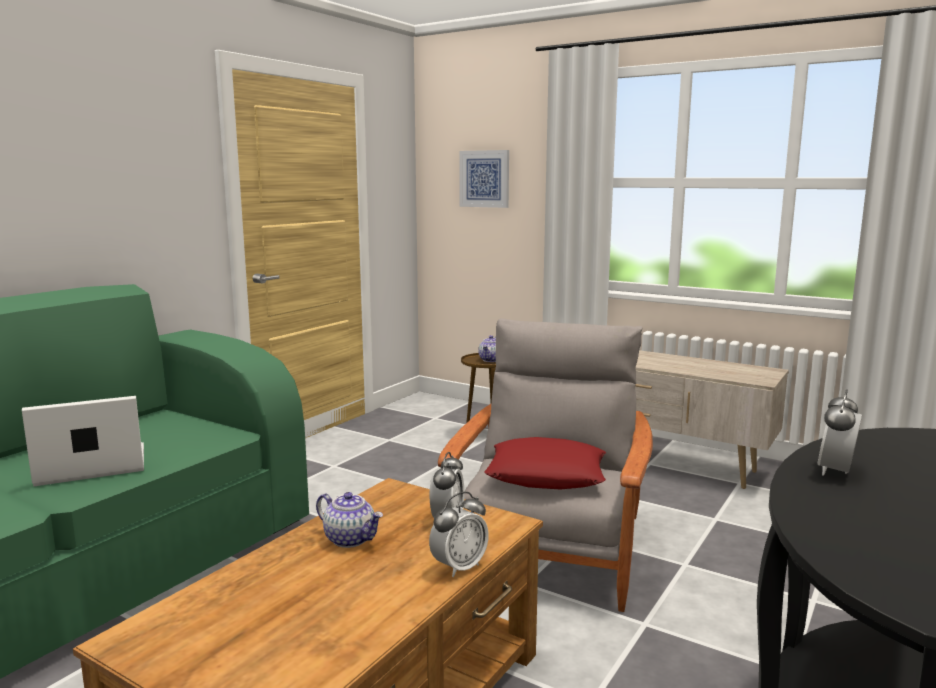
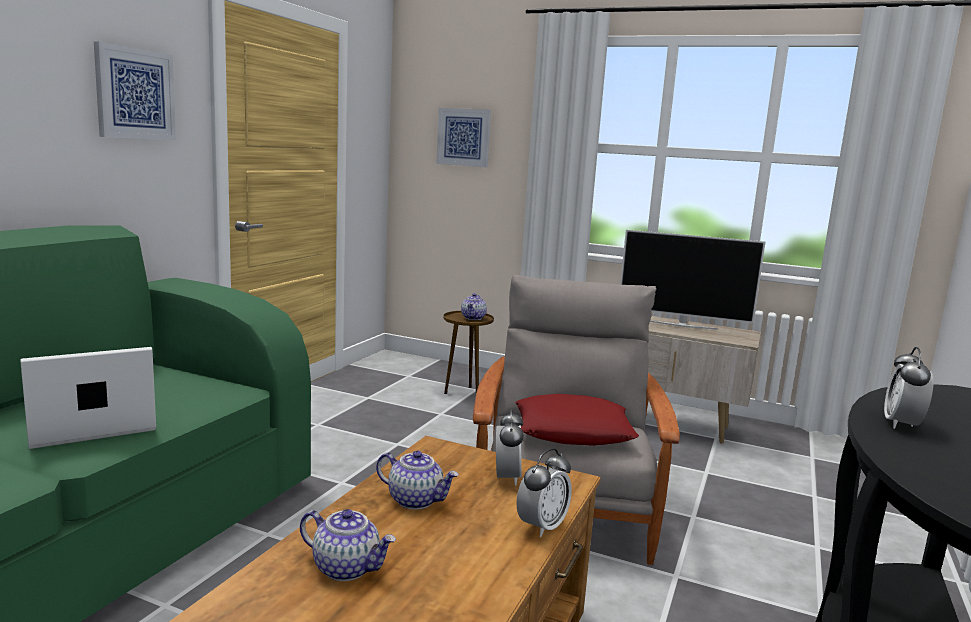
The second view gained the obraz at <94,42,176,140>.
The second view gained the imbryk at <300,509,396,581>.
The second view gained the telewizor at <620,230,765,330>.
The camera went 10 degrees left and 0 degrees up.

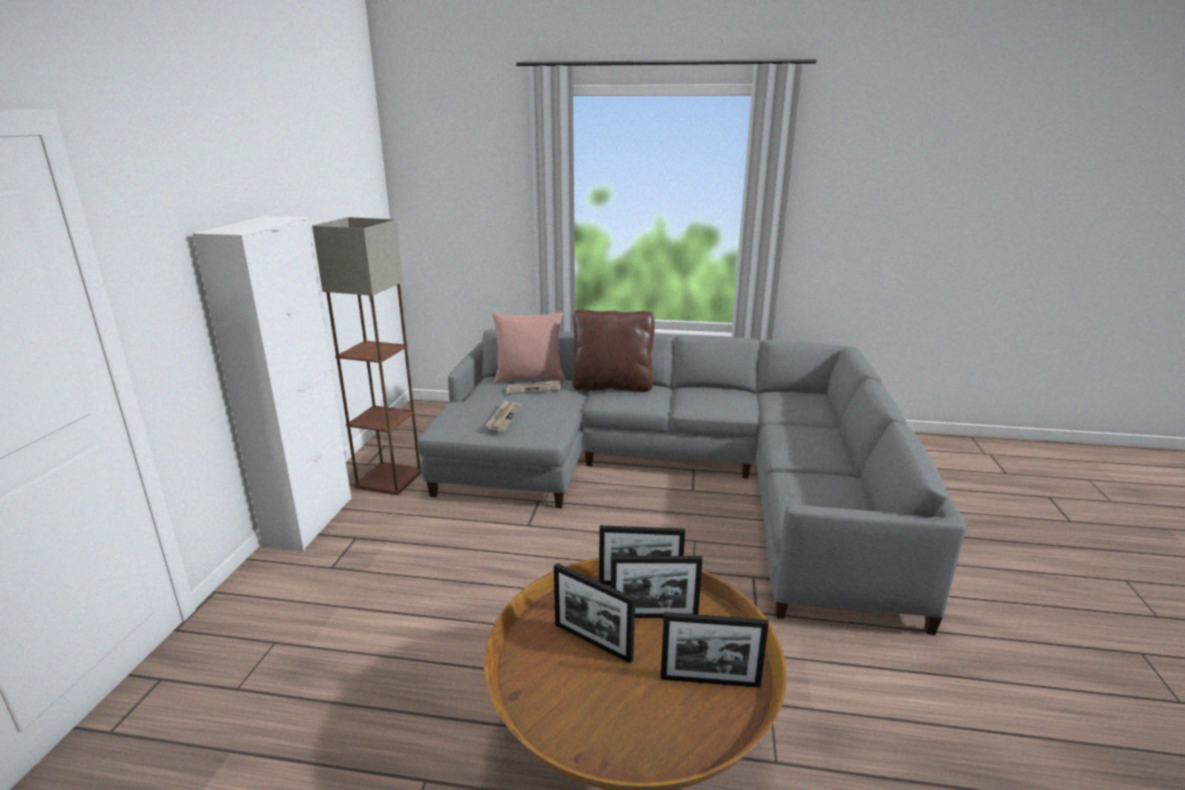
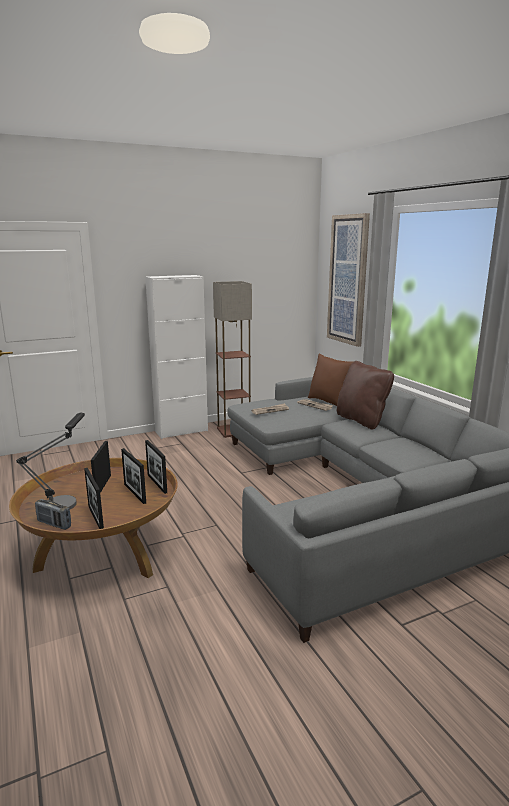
The second view gained the lampa stołowa at <16,413,85,509>.
The second view gained the radio at <35,499,71,530>.
What was the poduszka (różowy) at <492,312,565,383> turned into the poduszka (brązowy) at <308,353,353,406>.
The second view gained the obraz at <327,213,370,347>.
The camera went 55 degrees right and 5 degrees down.

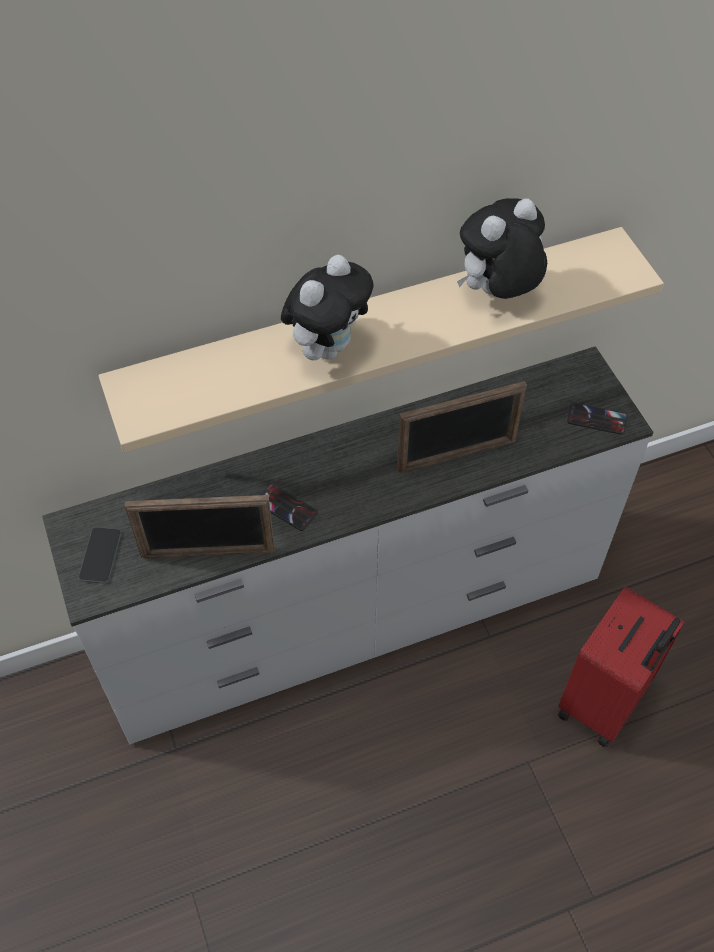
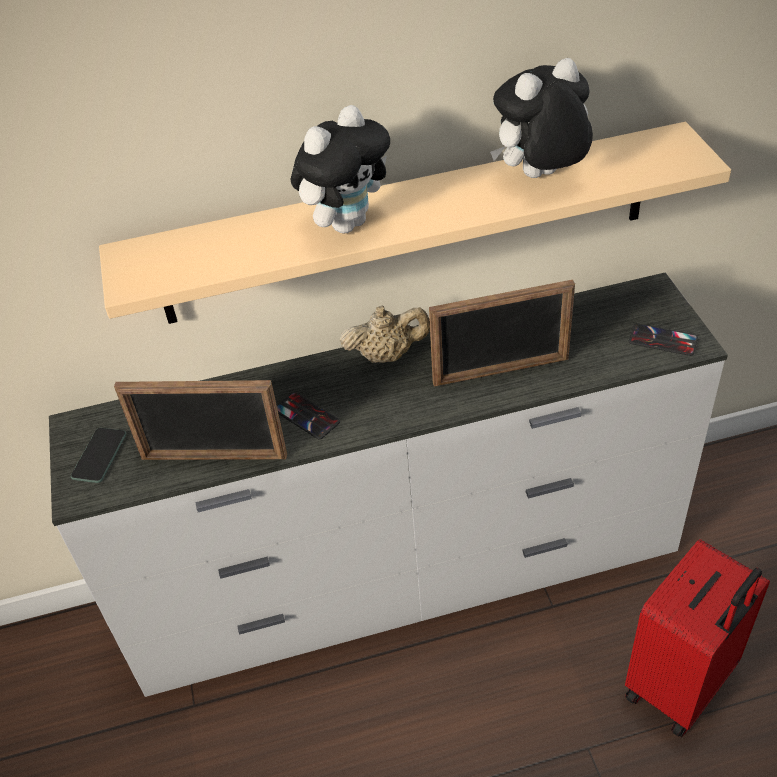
The second view gained the imbryk (beżowy) at <339,306,430,363>.
The camera went 10 degrees right and 10 degrees down.

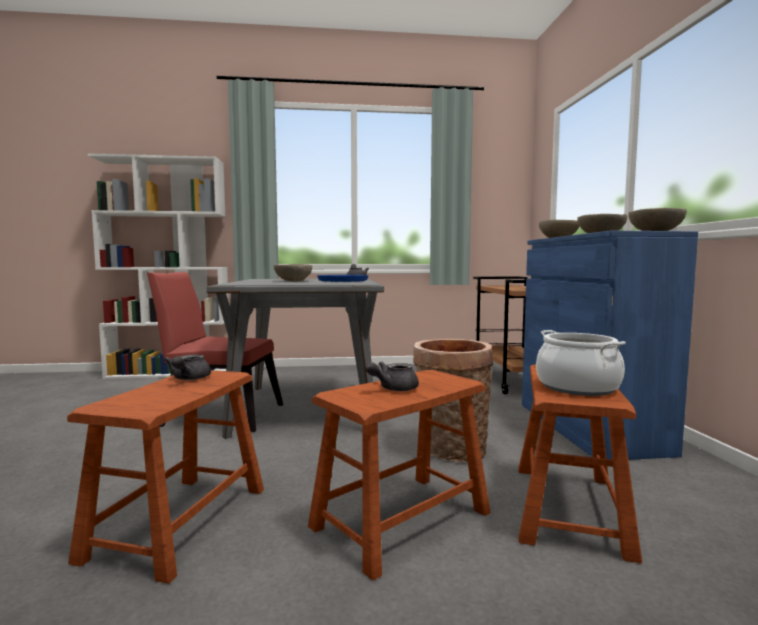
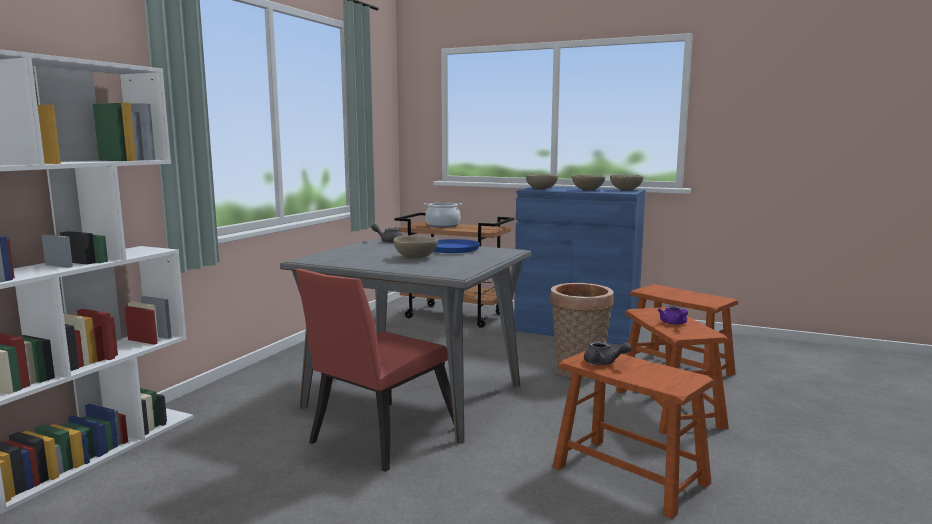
The garnek ended up elsewhere, having gone from <536,330,626,396> to <424,203,462,228>.
What was the imbryk (szary) at <366,361,419,391> turned into the imbryk (fioletowy) at <658,306,688,325>.
The camera went 60 degrees left and 5 degrees up.

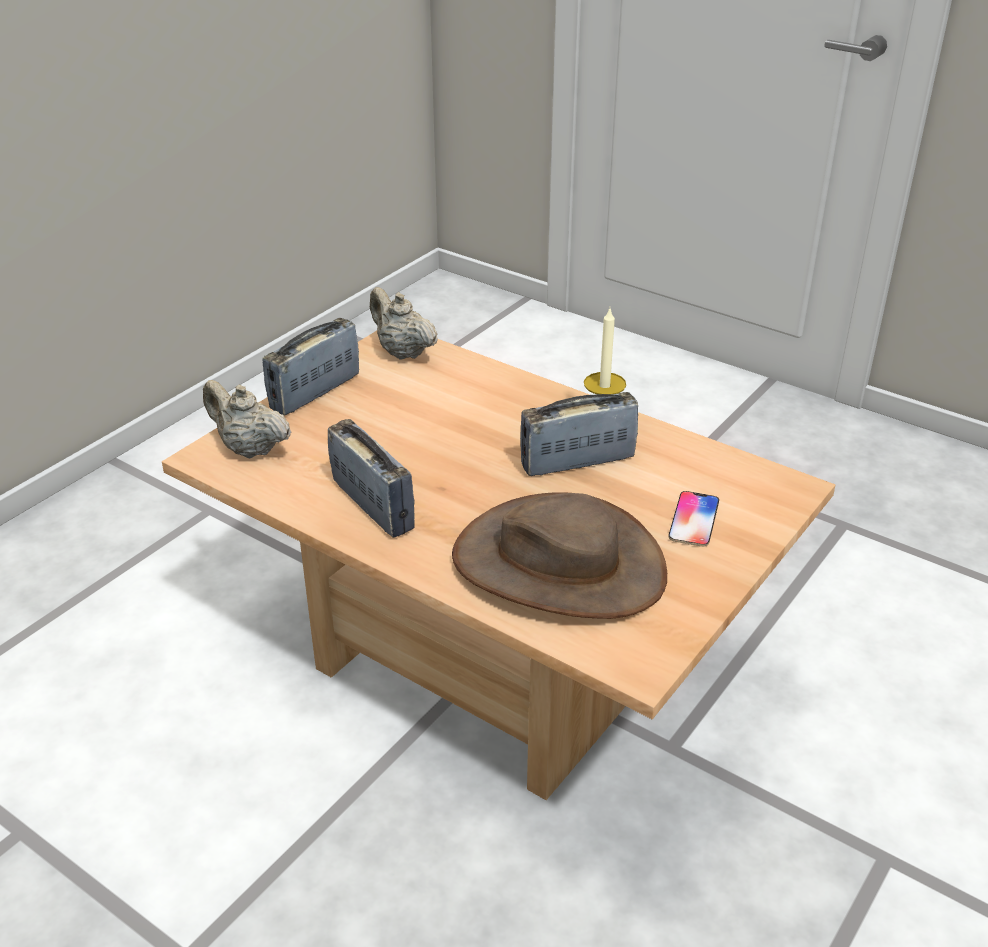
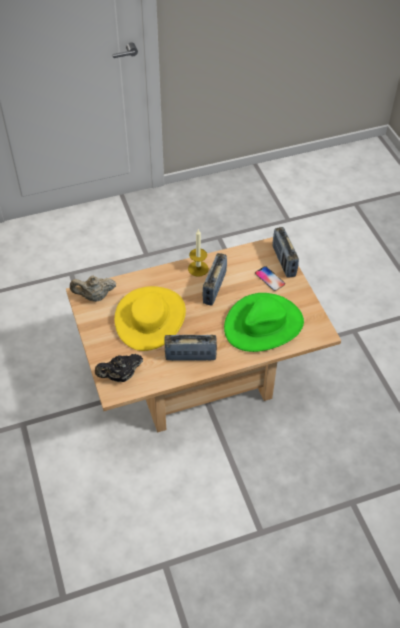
What was the imbryk (beżowy) at <203,380,291,458> turned into the imbryk (czarny) at <95,354,143,382>.
The second view gained the kapelusz (żółty) at <114,286,186,351>.
What was the kapelusz (brązowy) at <452,492,667,619> turned into the kapelusz (zielony) at <224,293,304,352>.
The radio ended up elsewhere, having gone from <263,318,359,415> to <273,227,299,278>.
The camera went 55 degrees left and 15 degrees up.

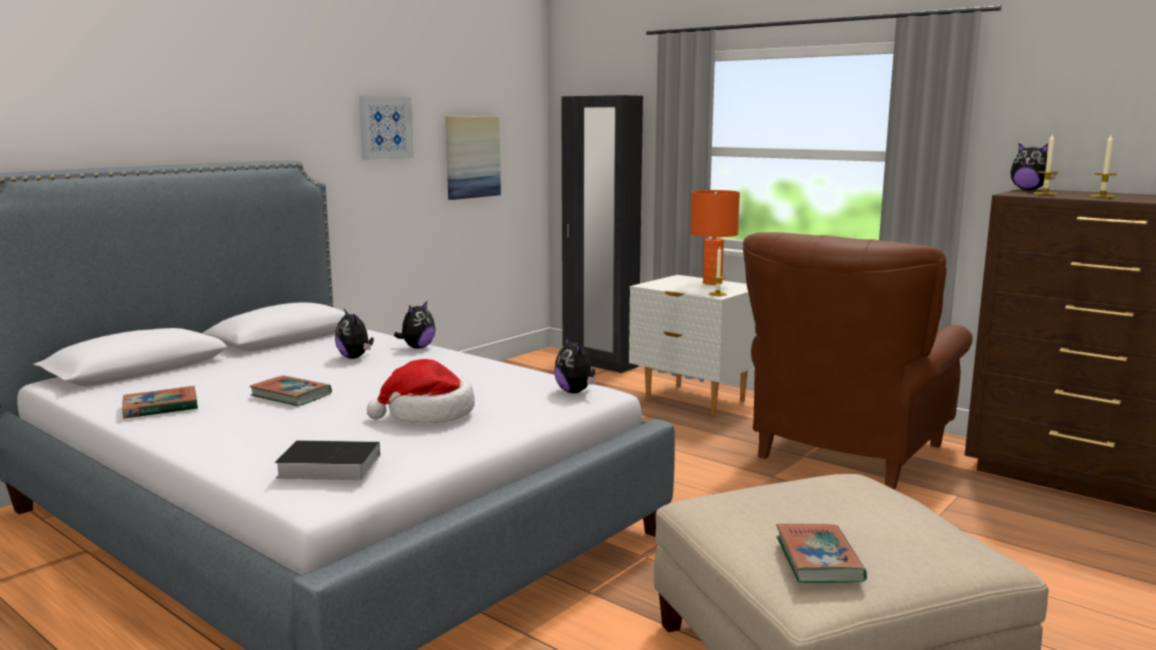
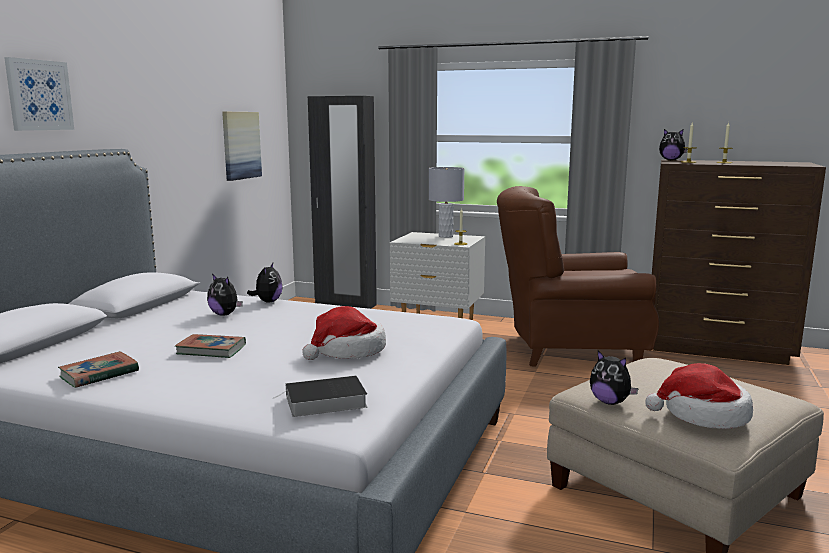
The obraz ended up elsewhere, having gone from <359,96,414,160> to <4,57,74,131>.
What was the lampa stołowa (pomarańczowy) at <690,190,740,285> turned into the lampa stołowa (szary) at <429,167,465,238>.
The fotel (brązowy) at <743,232,973,490> ended up facing another way, 75 degrees clockwise from before.
The pluszak ended up elsewhere, having gone from <554,336,596,393> to <590,351,639,405>.
Where the książka stood at <776,524,867,583>, the kapelusz came to stand at <646,363,753,429>.
The camera went 20 degrees left and 0 degrees up.

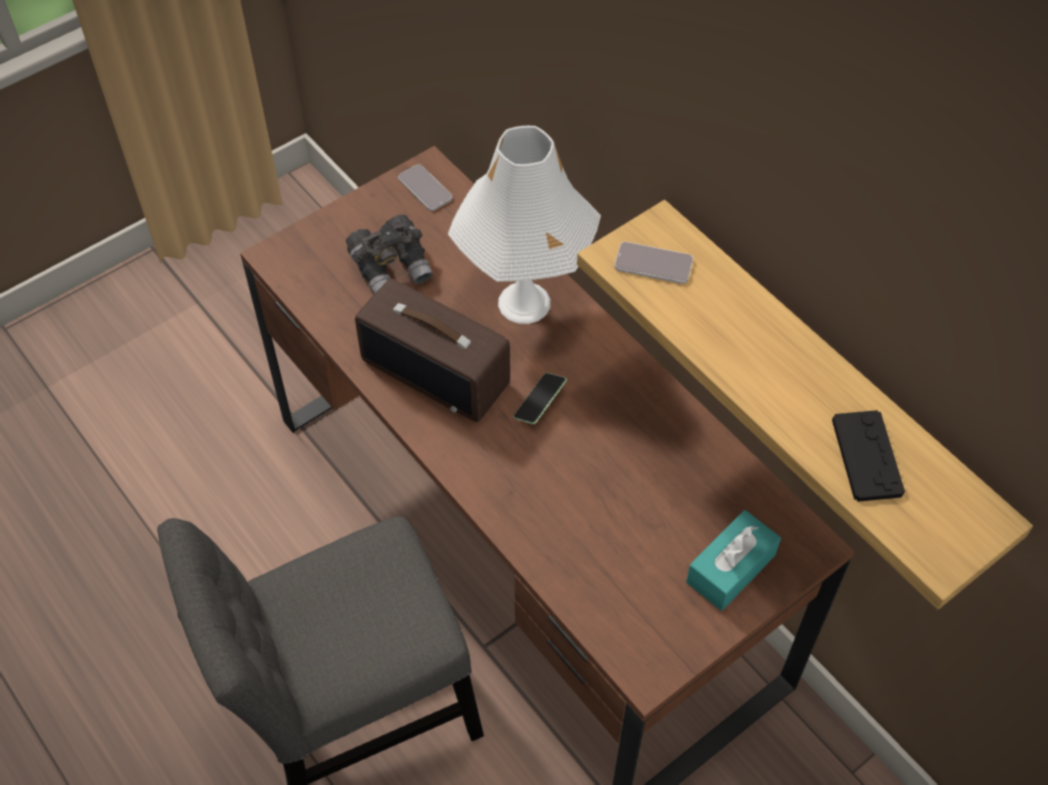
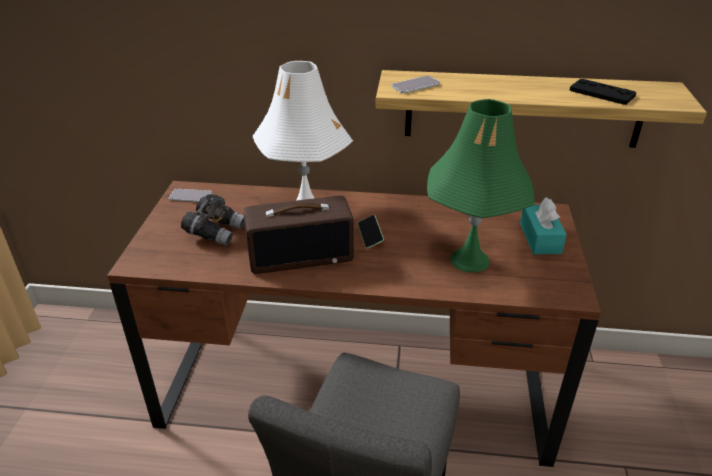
The second view gained the lampa stołowa (zielony) at <427,99,534,272>.
The camera went 45 degrees left and 20 degrees down.

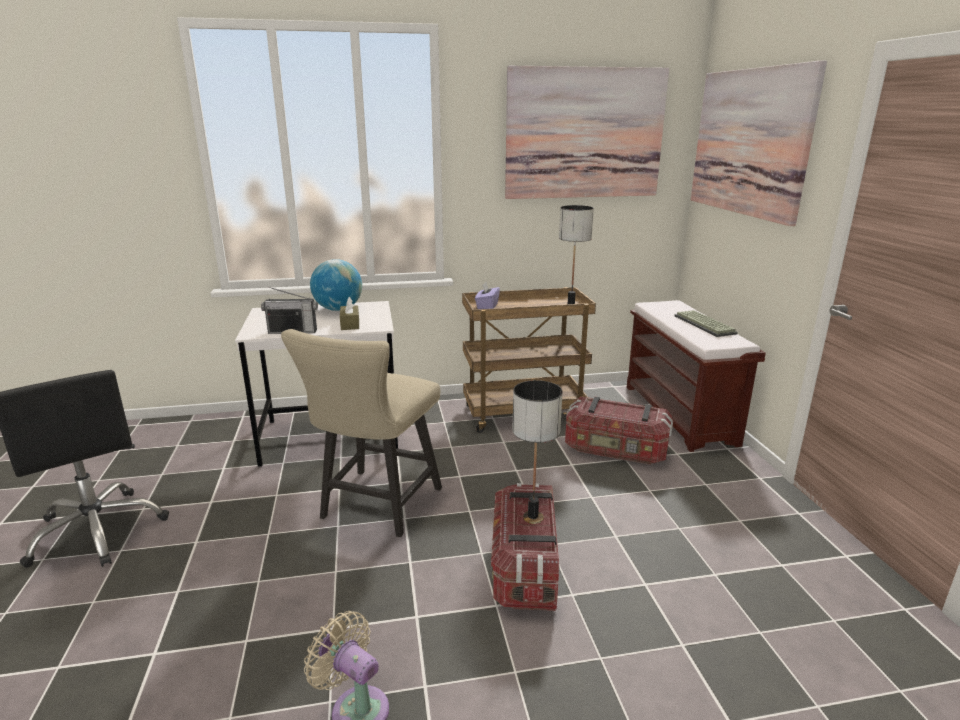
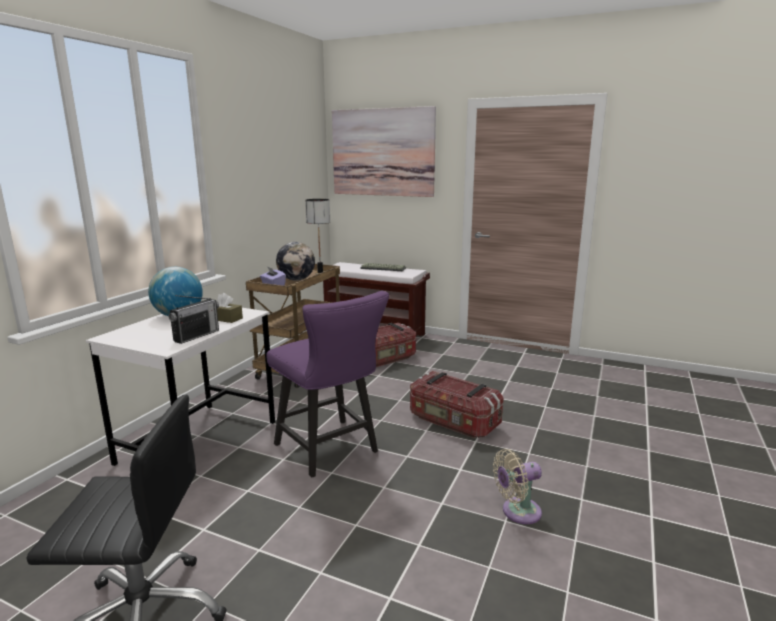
What was the krzesło (beżowy) at <281,329,442,537> turned into the krzesło (fioletowy) at <266,291,389,477>.
The second view gained the globus at <276,242,315,281>.
The second view lost the obraz at <505,66,669,199>.
The second view lost the lampa stołowa at <512,380,563,524>.
The camera went 55 degrees left and 5 degrees down.

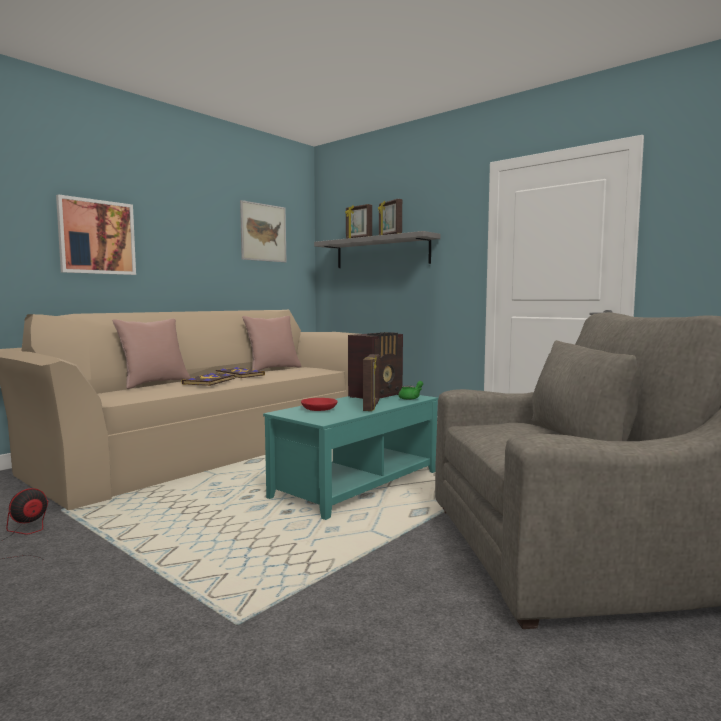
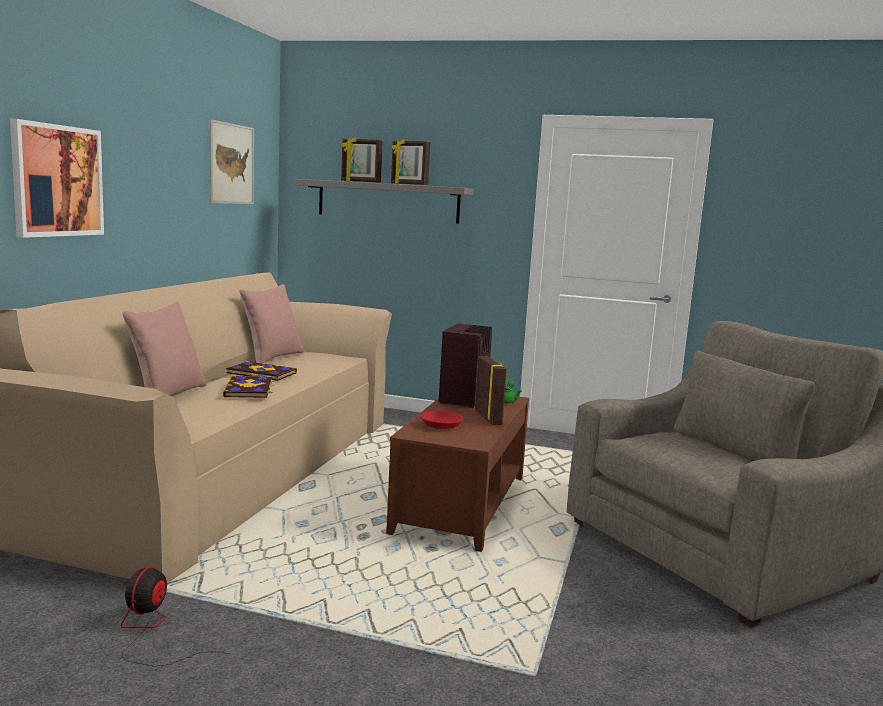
What was the ława (turkusowy) at <263,395,438,520> turned into the ława (brązowy) at <386,396,529,552>.
The camera went 25 degrees left and 5 degrees up.

